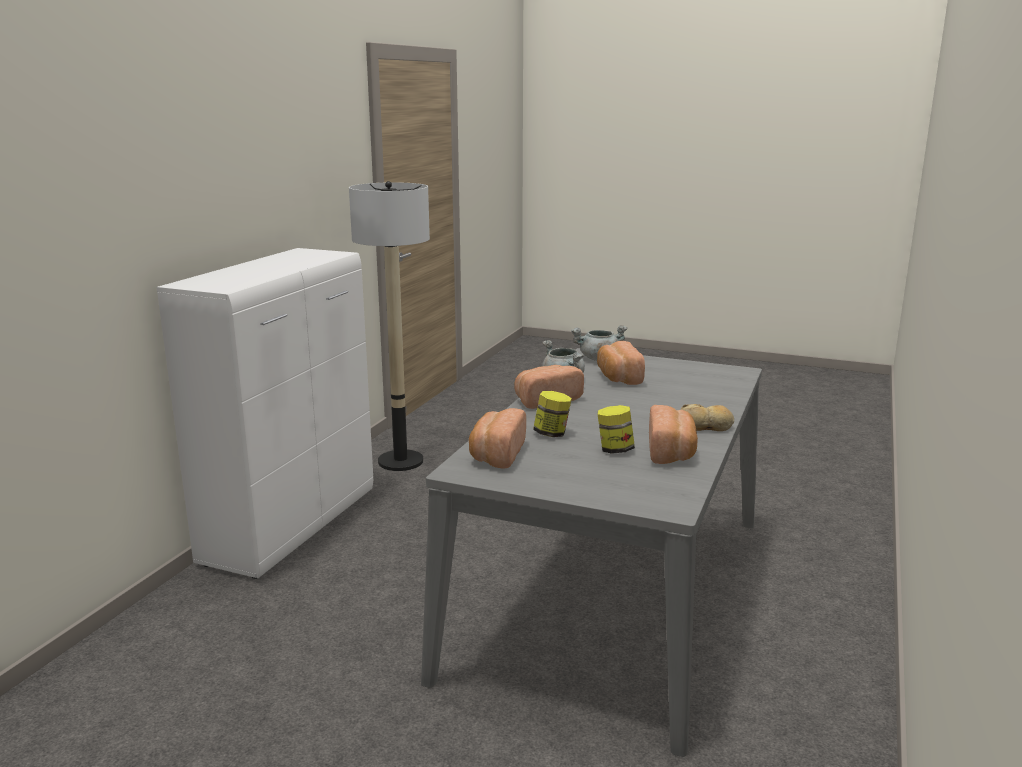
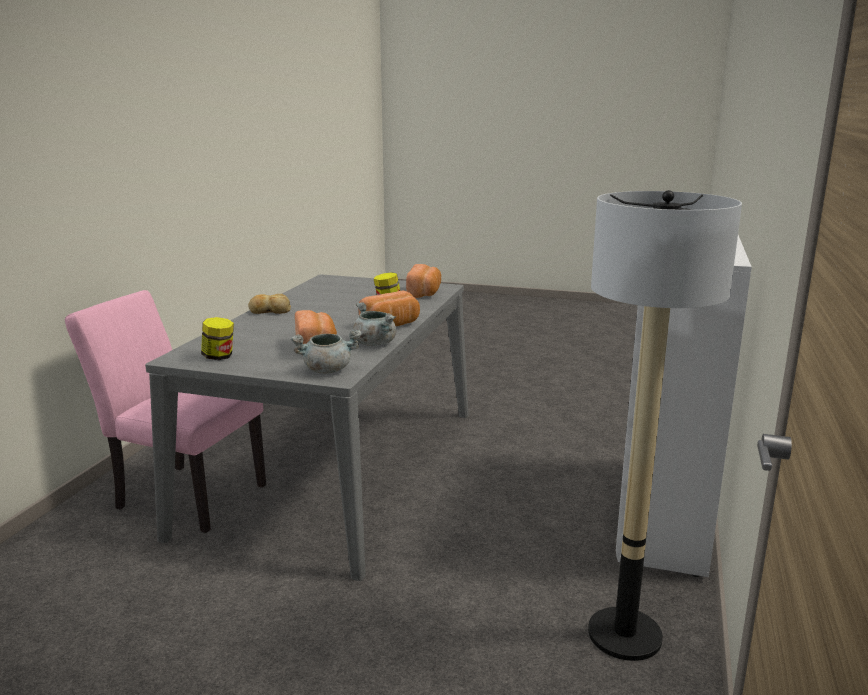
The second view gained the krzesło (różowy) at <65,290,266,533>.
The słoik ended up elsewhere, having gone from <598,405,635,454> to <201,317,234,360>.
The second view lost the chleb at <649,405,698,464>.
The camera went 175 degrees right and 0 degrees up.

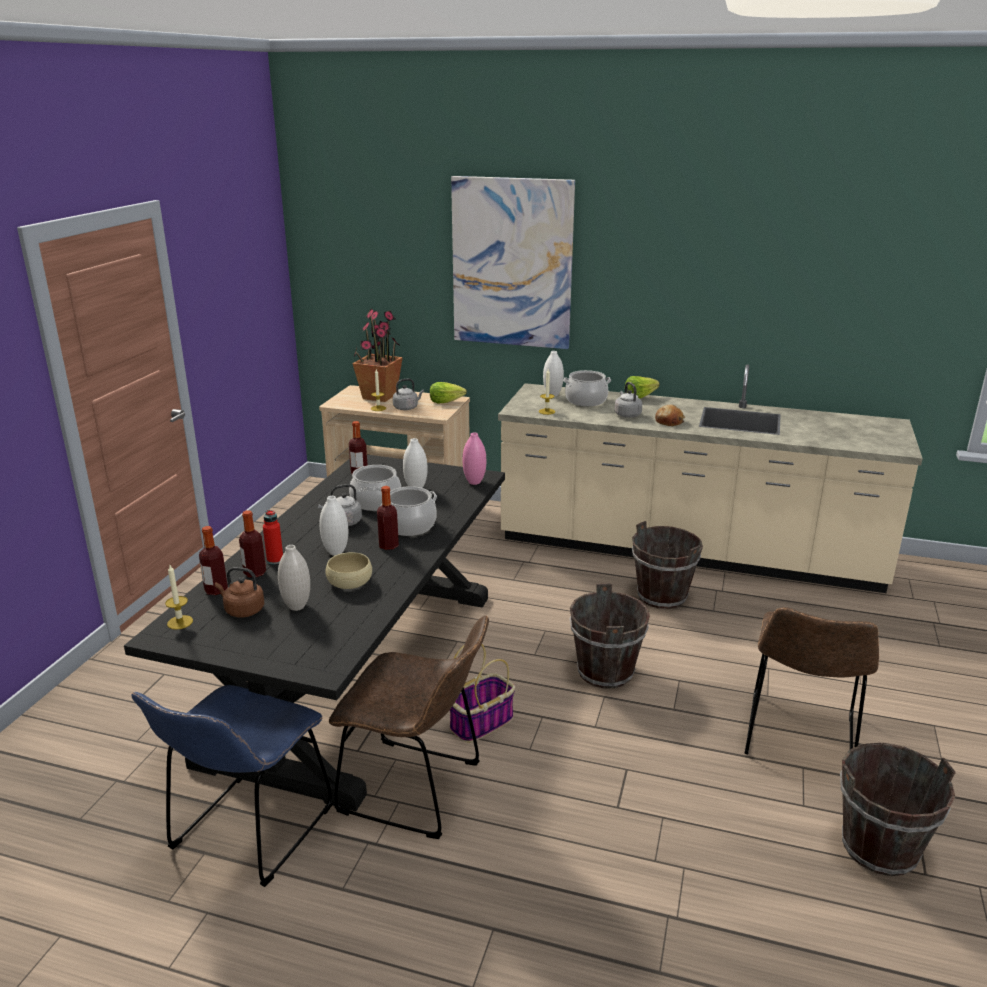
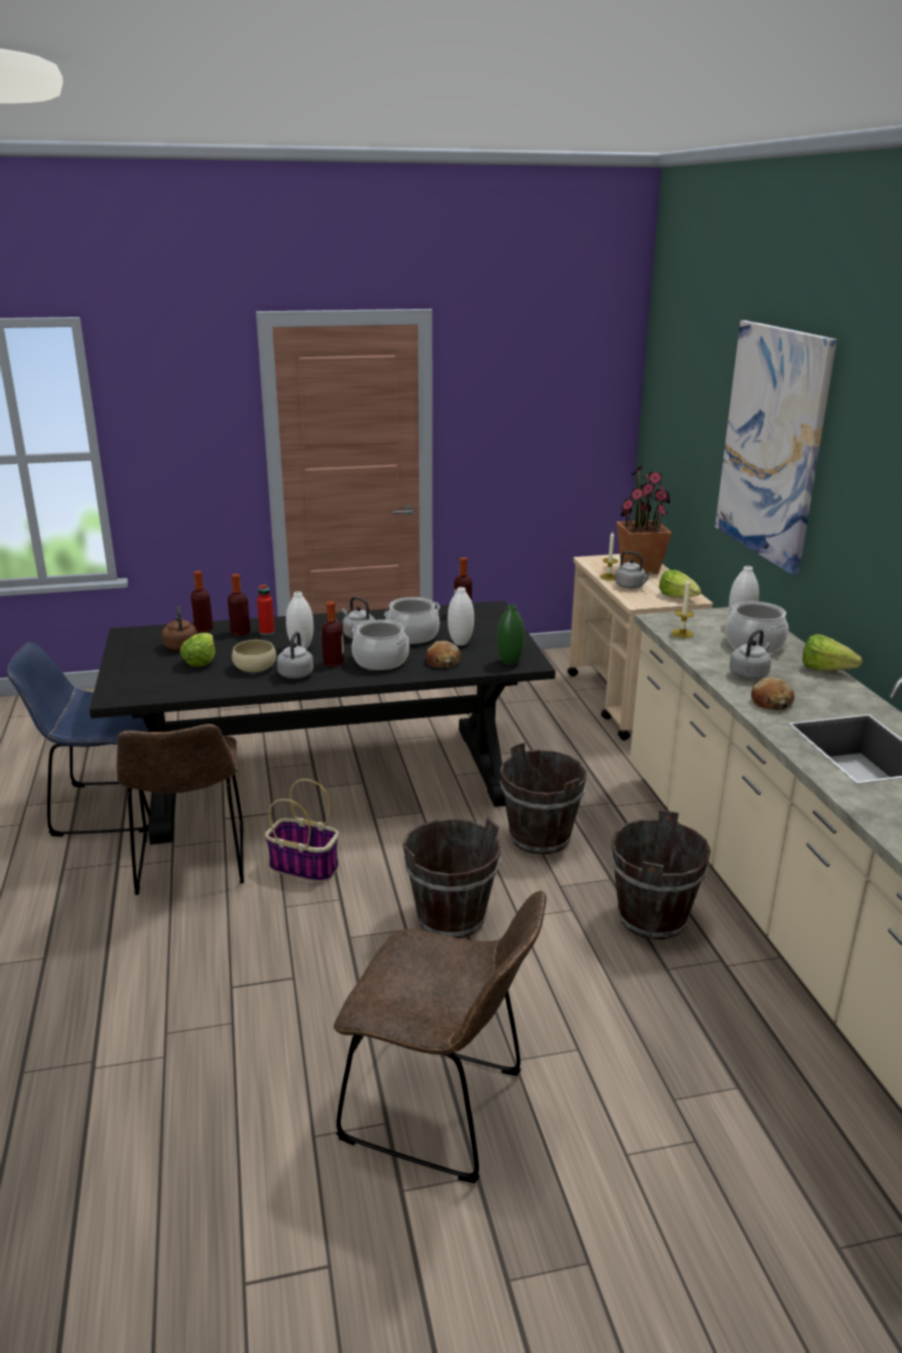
Where the wazon (biały) stood at <278,545,310,611>, the sałata came to stand at <180,633,215,667>.
The second view gained the czajnik (szary) at <277,632,313,679>.
The krzesło (brązowy) at <744,607,879,754> ended up facing another way, 150 degrees counterclockwise from before.
The second view gained the chleb at <427,641,461,668>.
What was the wazon (różowy) at <462,432,486,485> turned into the wazon (zielony) at <497,604,525,665>.
The wiadro (brązowy) ended up elsewhere, having gone from <840,743,956,876> to <500,743,587,855>.
The second view lost the świeca at <165,565,193,630>.
The camera went 60 degrees right and 0 degrees up.

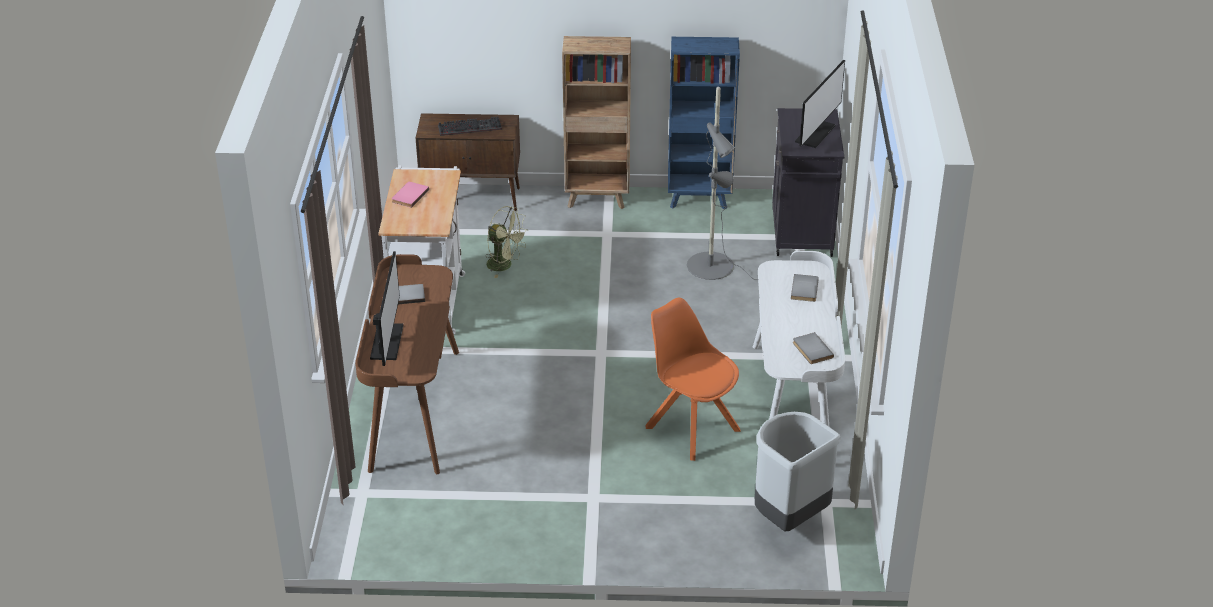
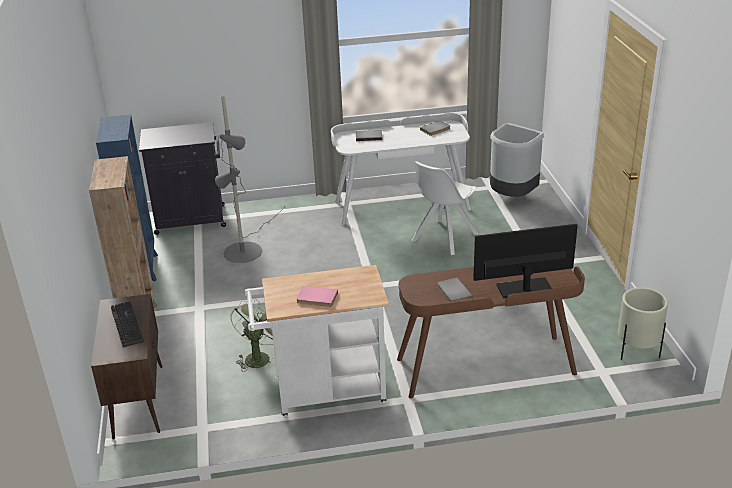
What was the krzesło (pomarańczowy) at <645,298,741,461> turned into the krzesło (biały) at <412,161,478,255>.
The second view gained the donica (beżowy) at <618,288,668,360>.
The second view lost the monitor at <795,60,845,148>.
The camera went 100 degrees left and 5 degrees down.

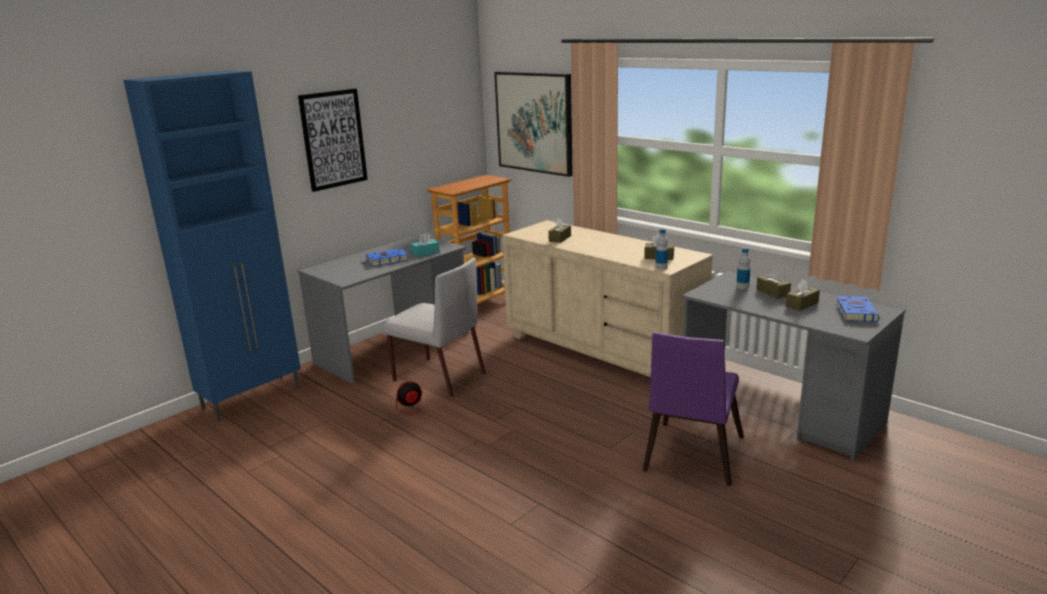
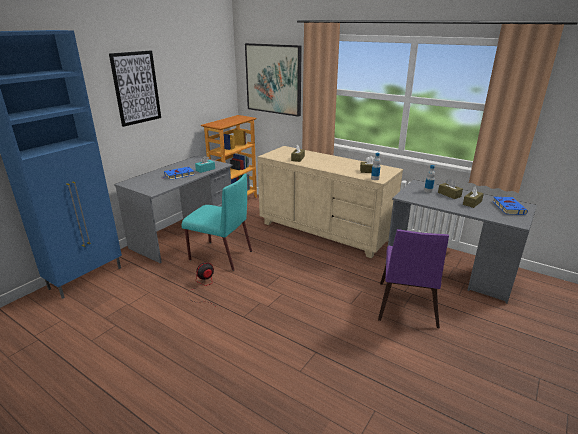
What was the krzesło (szary) at <383,258,486,398> turned into the krzesło (turkusowy) at <182,174,252,271>.
The camera went 10 degrees left and 5 degrees up.

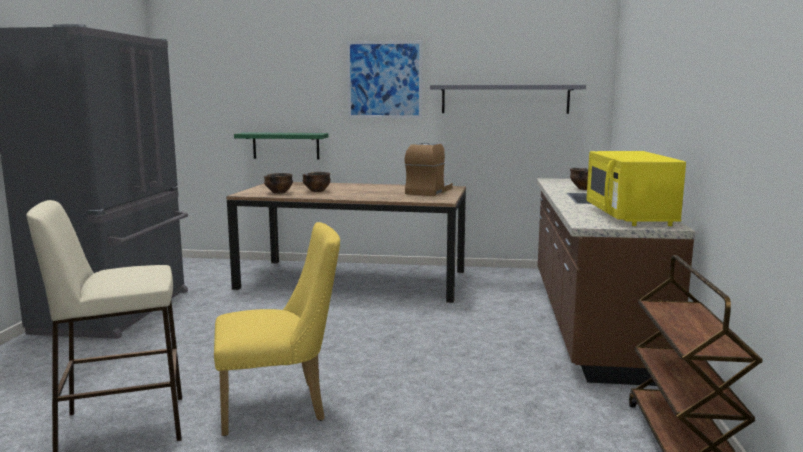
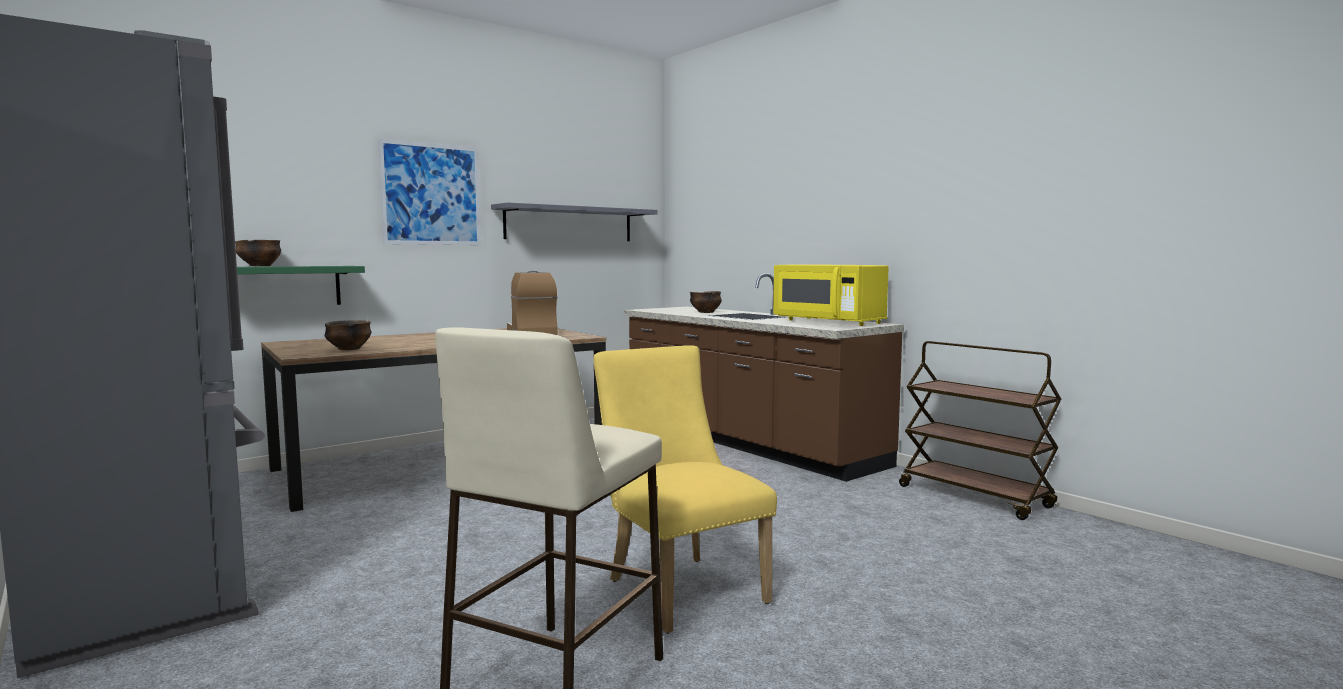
The miska ended up elsewhere, having gone from <303,172,331,192> to <235,240,281,266>.
The krzesło (żółty) at <214,222,340,436> ended up facing another way, 60 degrees counterclockwise from before.
The camera went 45 degrees left and 5 degrees down.

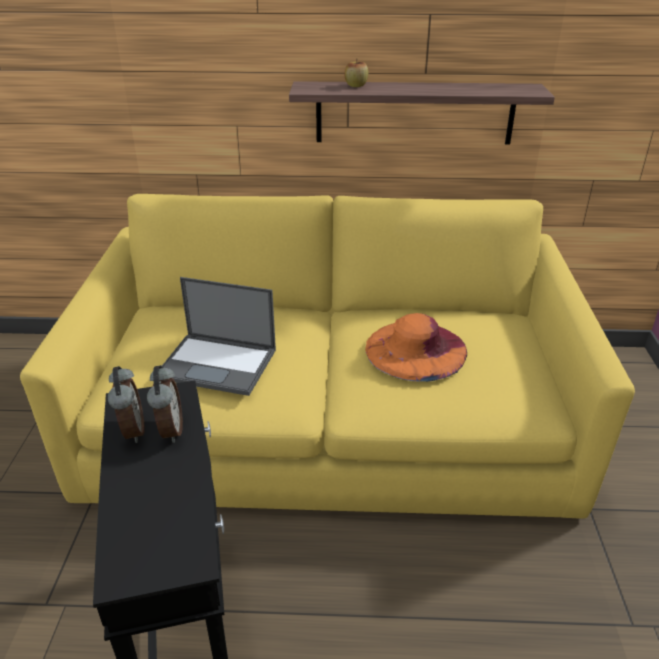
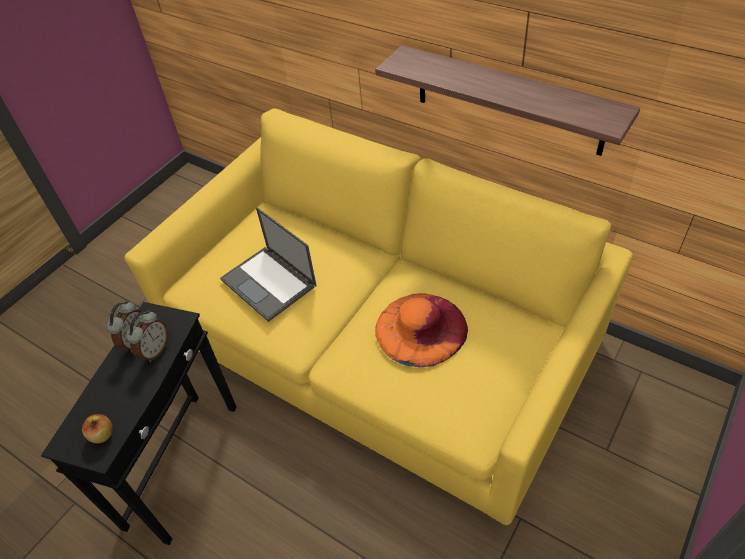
The jabłko ended up elsewhere, having gone from <345,61,368,87> to <82,414,113,443>.
The camera went 35 degrees right and 15 degrees up.

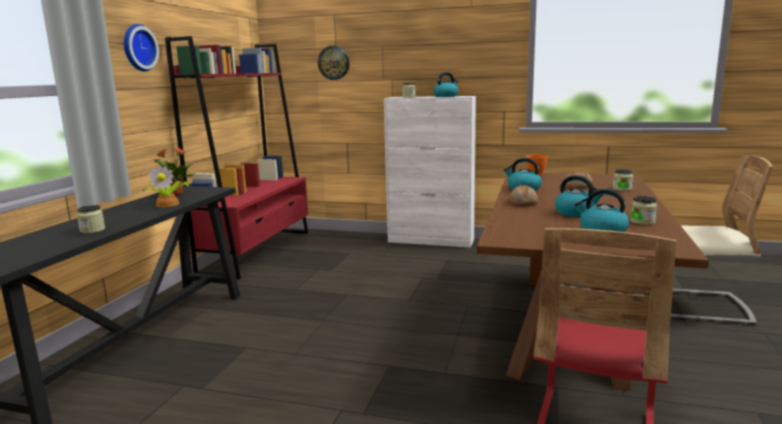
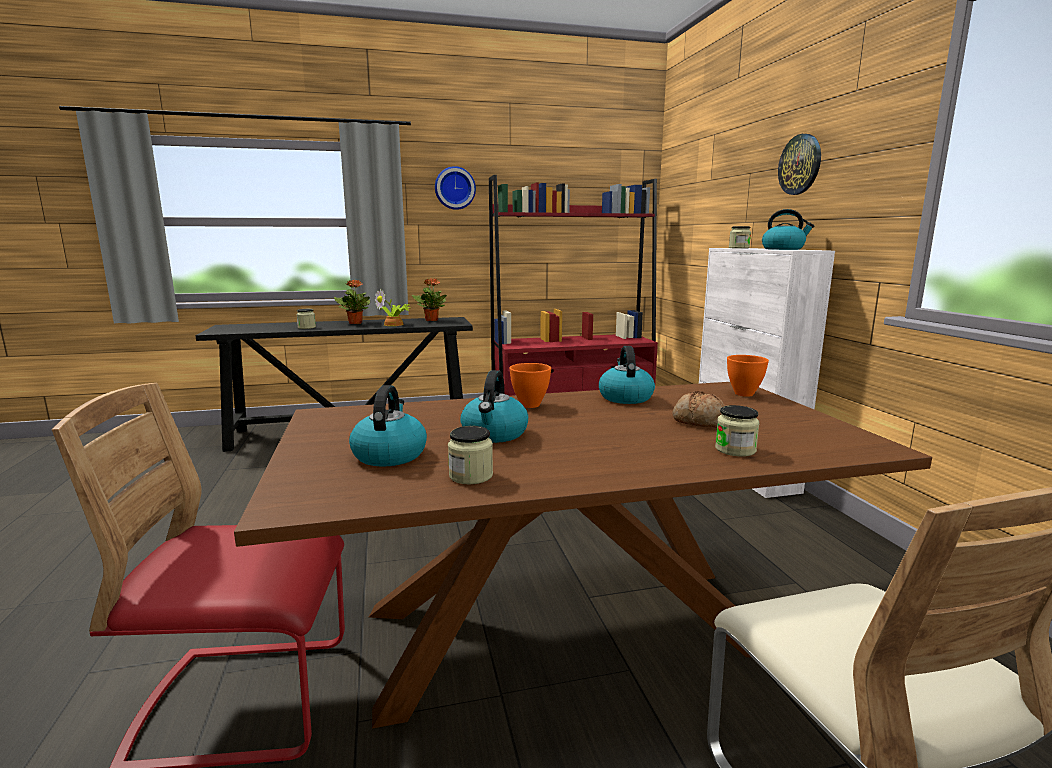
The second view gained the roślina doniczkowa at <334,280,370,324>.
Where the chleb stood at <509,185,538,206>, the miska (pomarańczowy) came to stand at <509,363,551,408>.
The zegar ścienny ended up elsewhere, having gone from <318,46,350,80> to <778,134,821,195>.
The camera went 60 degrees right and 0 degrees up.

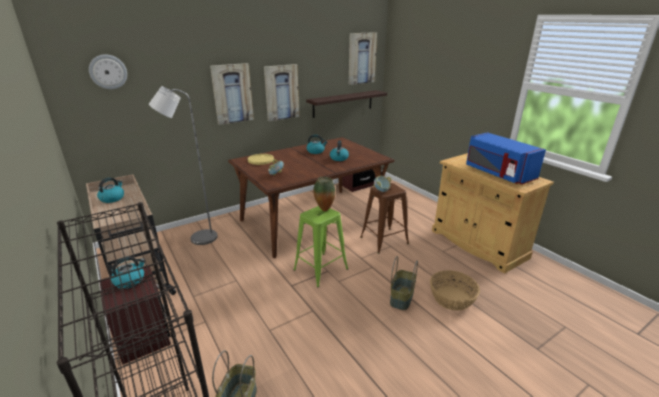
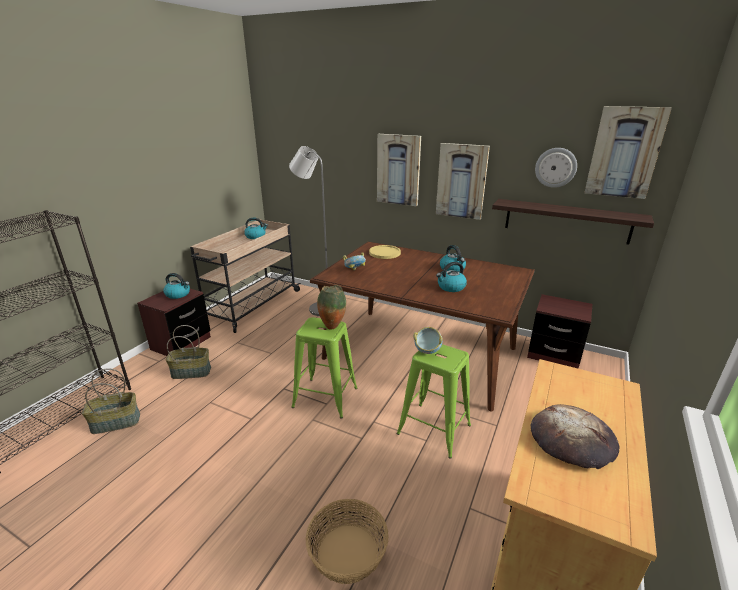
The koszyk ended up elsewhere, having gone from <390,256,418,310> to <166,325,211,379>.
What was the stołek (brązowy) at <360,183,409,254> turned into the stołek (zielony) at <397,344,471,459>.
Where the mikrofalówka (niebieski) stood at <466,132,546,184>, the chleb came to stand at <530,404,619,469>.
The zegar ścienny ended up elsewhere, having gone from <89,54,127,89> to <535,148,577,188>.
The camera went 60 degrees right and 0 degrees up.

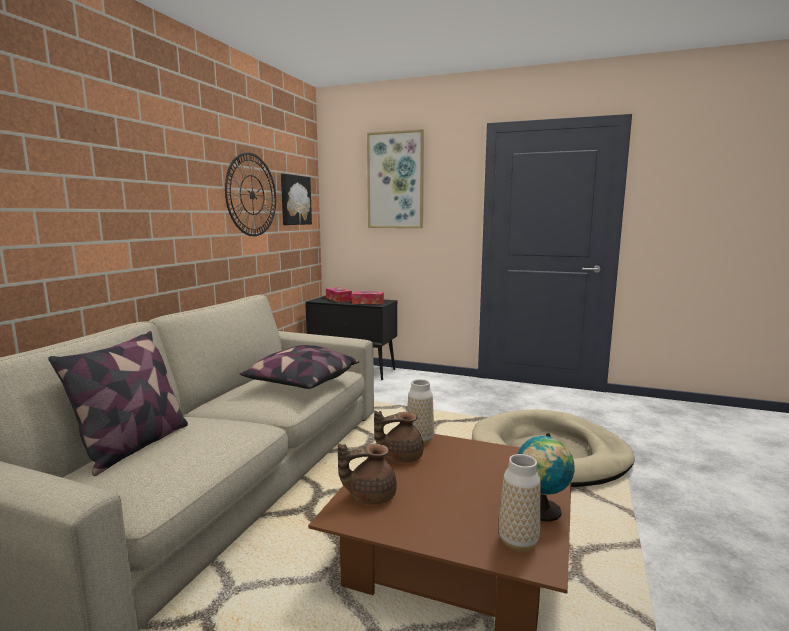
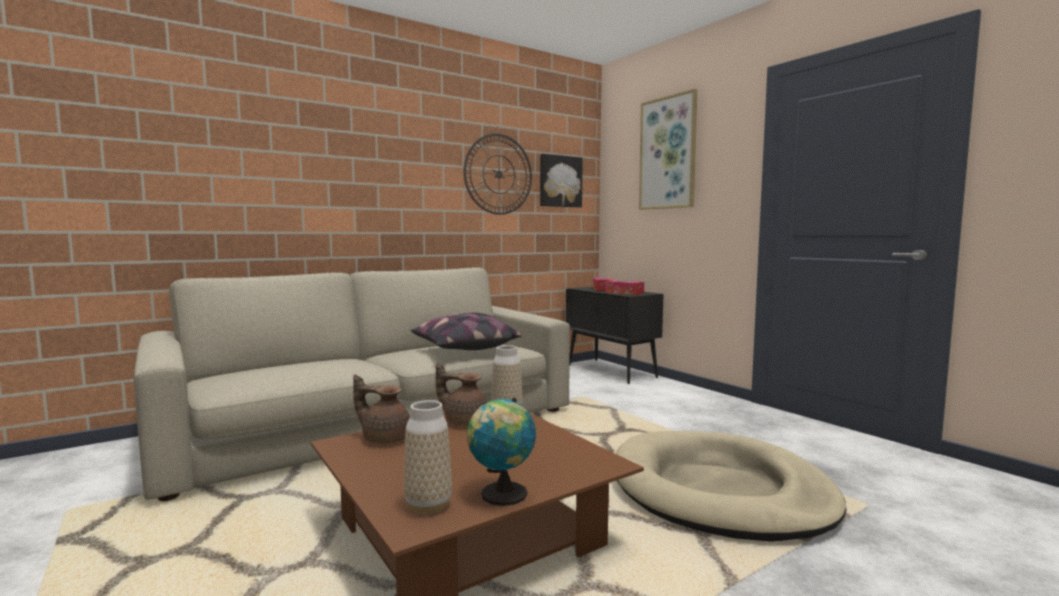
The second view lost the poduszka at <48,331,188,476>.
The camera went 35 degrees right and 5 degrees down.

